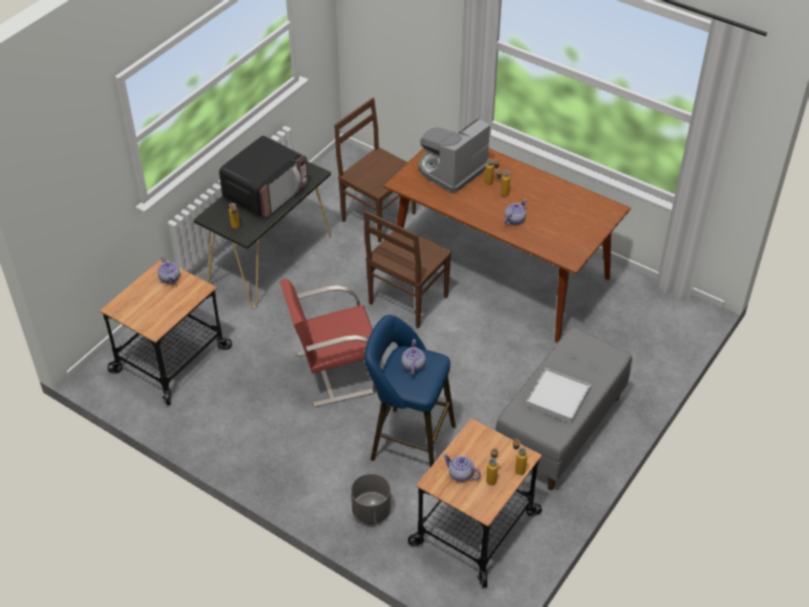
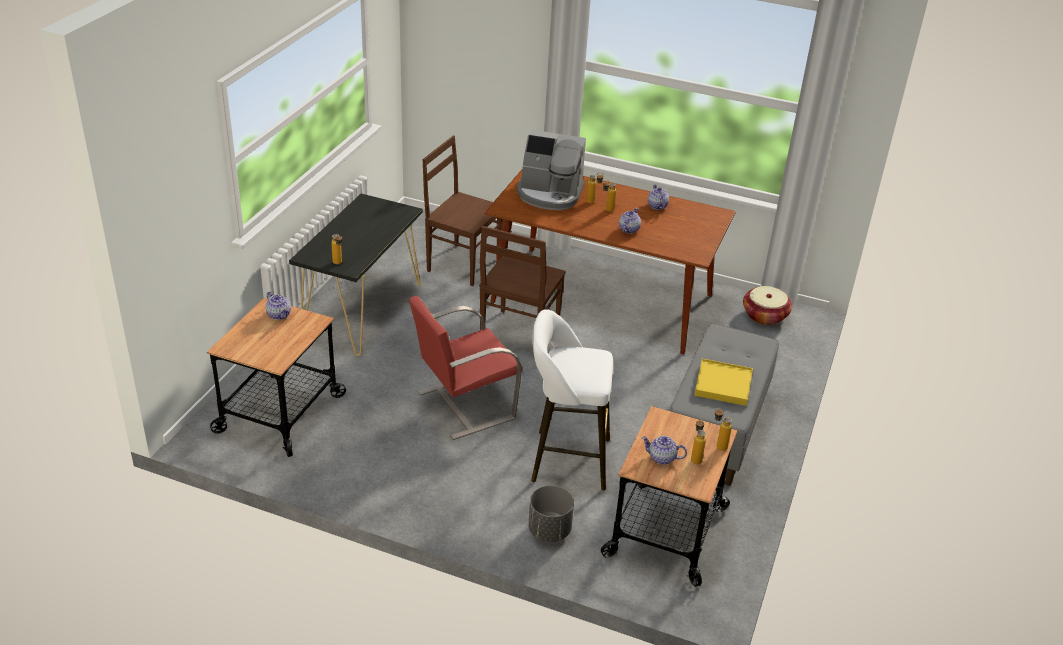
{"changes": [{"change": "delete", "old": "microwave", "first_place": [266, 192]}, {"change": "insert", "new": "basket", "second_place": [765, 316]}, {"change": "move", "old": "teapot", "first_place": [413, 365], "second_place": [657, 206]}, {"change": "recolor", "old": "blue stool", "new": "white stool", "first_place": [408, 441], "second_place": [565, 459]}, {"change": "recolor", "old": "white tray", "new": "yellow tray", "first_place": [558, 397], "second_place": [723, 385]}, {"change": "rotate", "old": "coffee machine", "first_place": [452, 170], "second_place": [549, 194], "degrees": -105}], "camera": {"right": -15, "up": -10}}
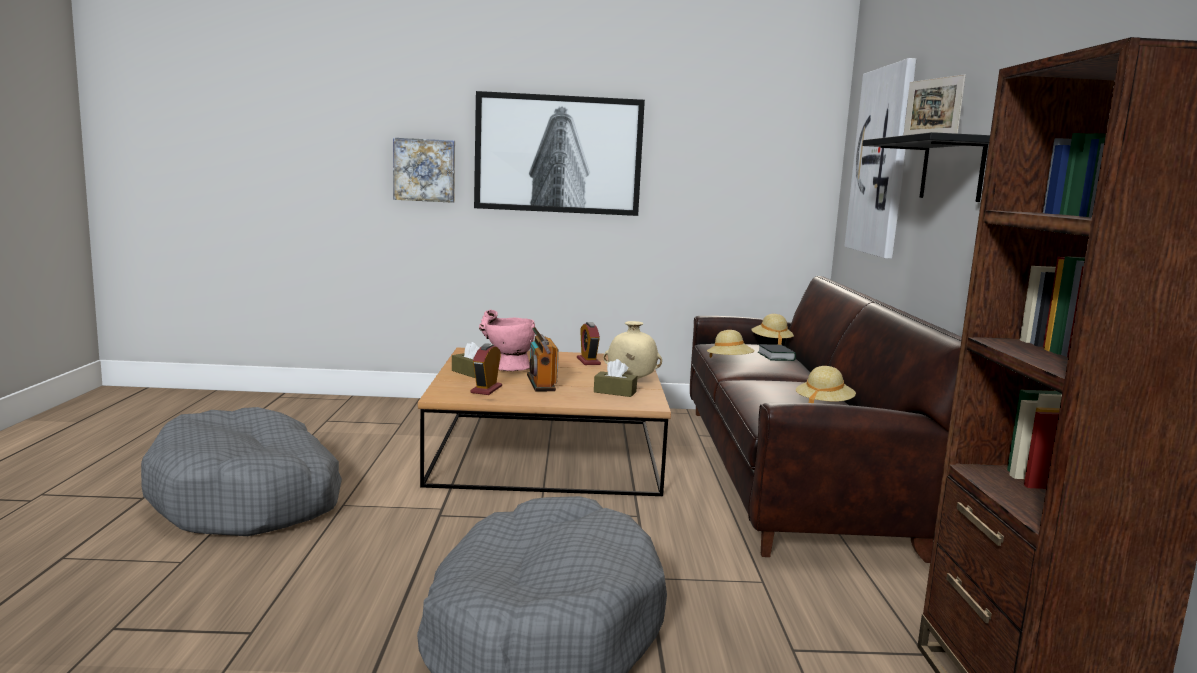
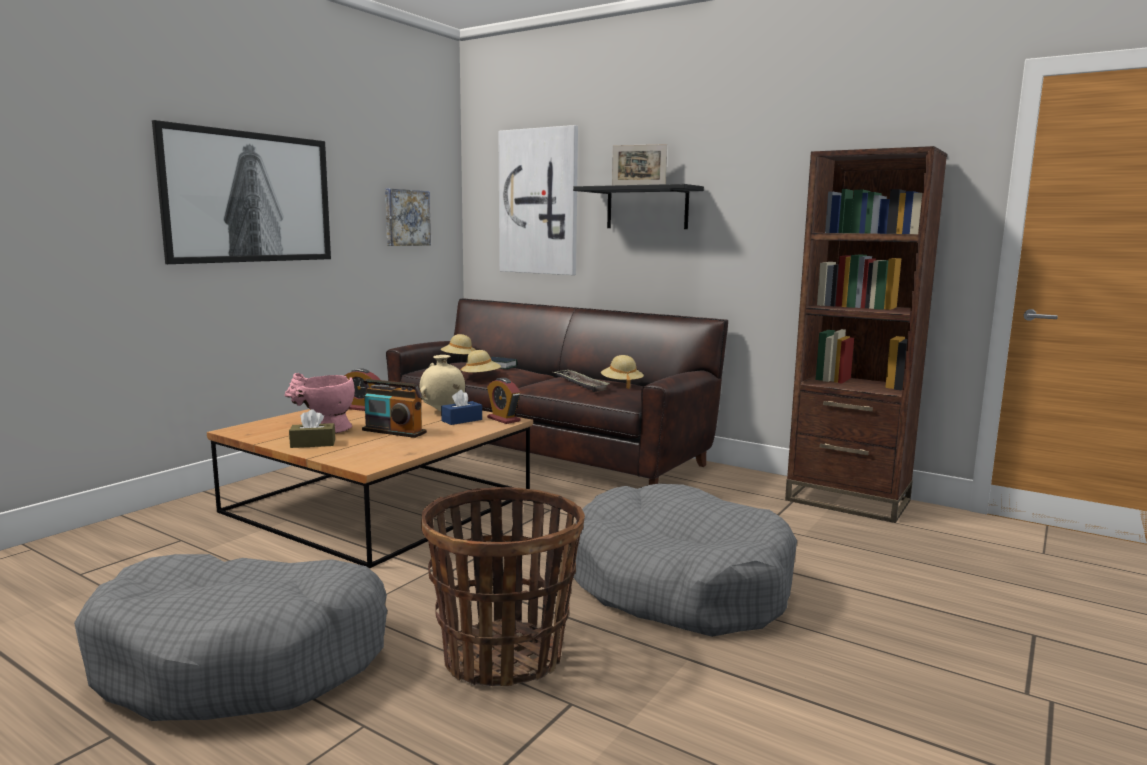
{"changes": [{"change": "insert", "new": "basket", "second_place": [503, 656]}, {"change": "insert", "new": "tray", "second_place": [580, 384]}, {"change": "move", "old": "picture", "first_place": [424, 170], "second_place": [406, 218]}, {"change": "move", "old": "alarm clock", "first_place": [486, 389], "second_place": [503, 419]}, {"change": "recolor", "old": "brown tissue box", "new": "blue tissue box", "first_place": [615, 392], "second_place": [462, 420]}], "camera": {"right": -55, "up": 0}}
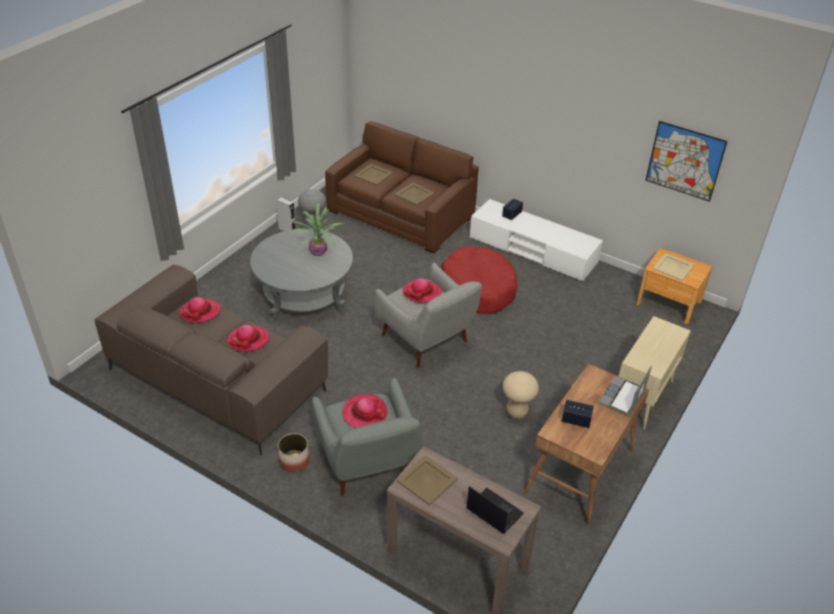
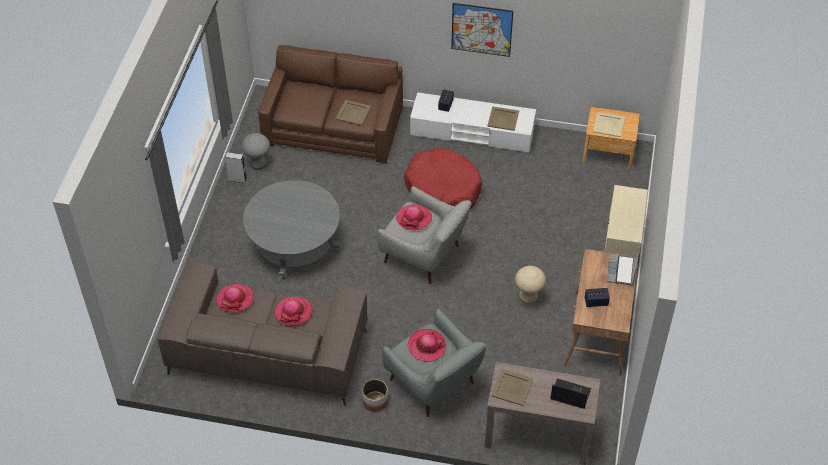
{"changes": [{"change": "delete", "old": "potted plant", "first_place": [319, 252]}, {"change": "move", "old": "beige tray", "first_place": [374, 175], "second_place": [503, 118]}, {"change": "move", "old": "picture", "first_place": [685, 161], "second_place": [481, 29]}], "camera": {"right": -20, "up": 10}}
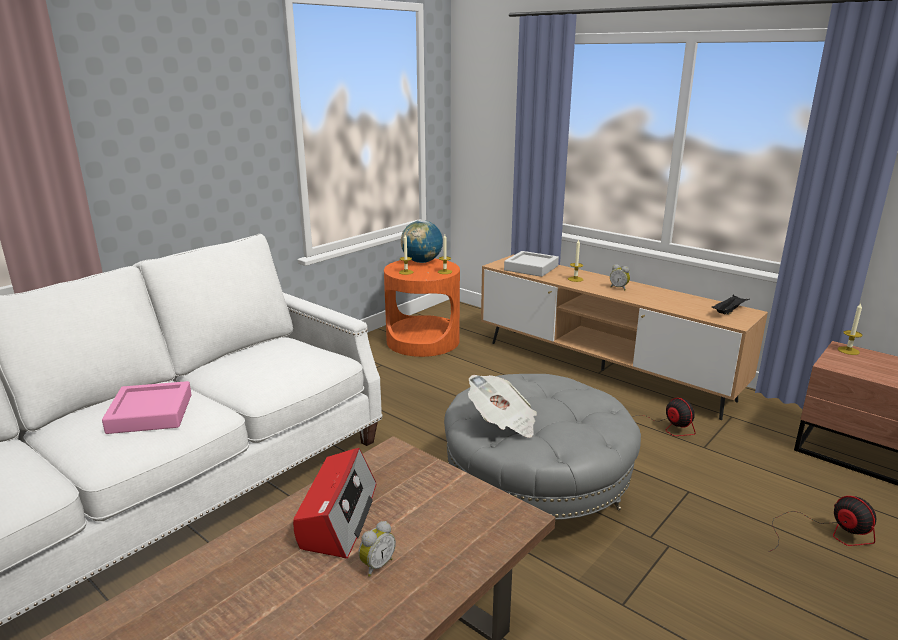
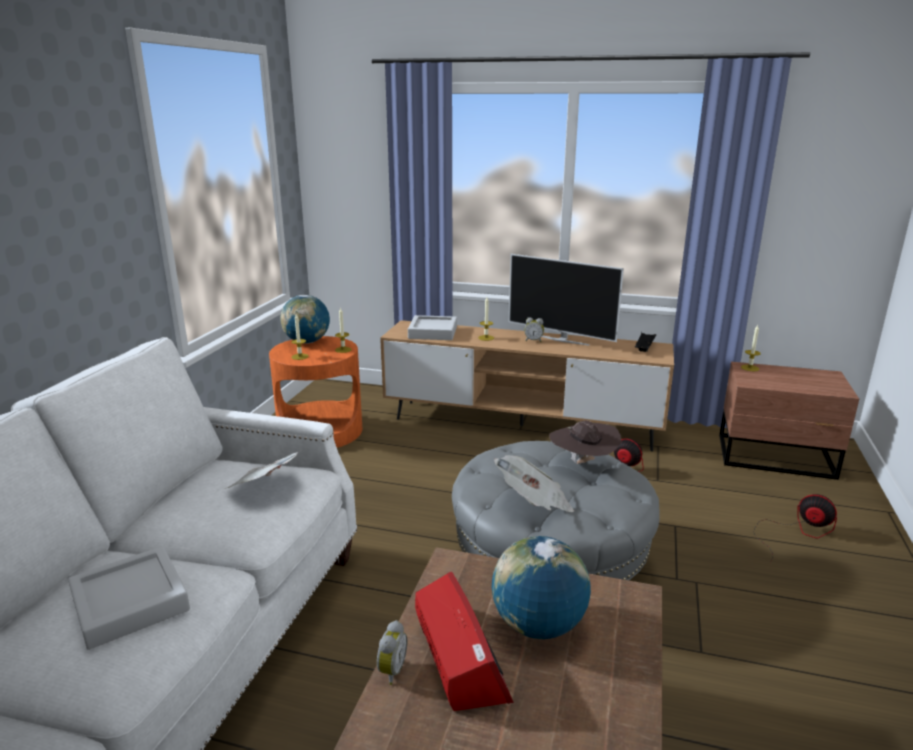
{"changes": [{"change": "insert", "new": "newspaper", "second_place": [266, 487]}, {"change": "insert", "new": "globe", "second_place": [538, 625]}, {"change": "insert", "new": "television", "second_place": [562, 339]}, {"change": "insert", "new": "brown hat", "second_place": [583, 463]}, {"change": "move", "old": "alarm clock", "first_place": [376, 565], "second_place": [390, 671]}, {"change": "recolor", "old": "pink tray", "new": "grey tray", "first_place": [150, 413], "second_place": [130, 603]}], "camera": {"right": -25, "up": 0}}
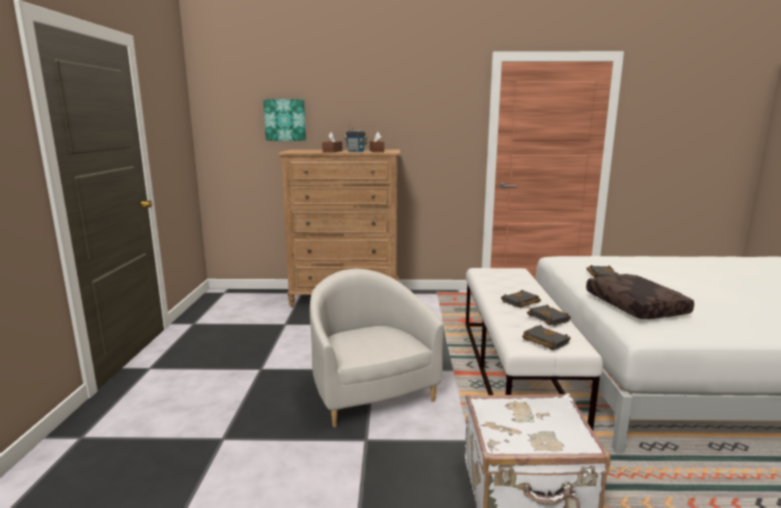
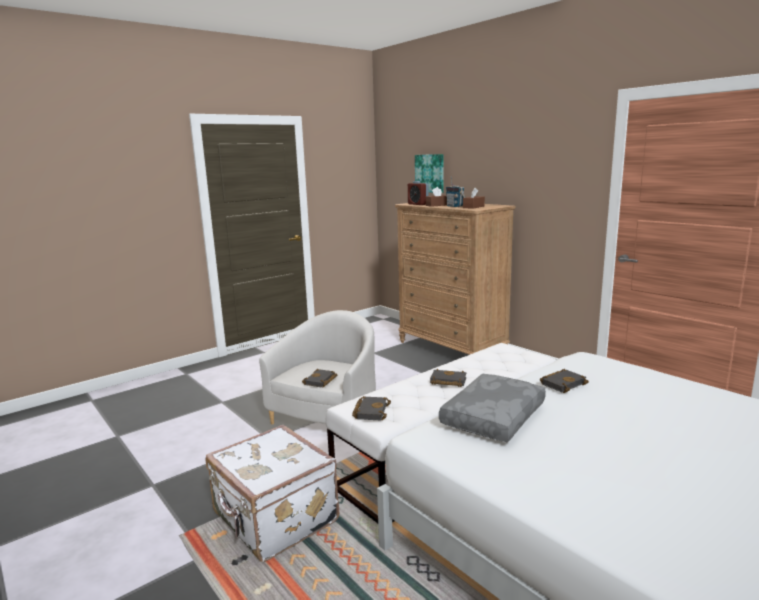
{"changes": [{"change": "insert", "new": "alarm clock", "second_place": [418, 204]}, {"change": "move", "old": "black book", "first_place": [550, 318], "second_place": [320, 381]}, {"change": "recolor", "old": "brown pillow", "new": "grey pillow", "first_place": [633, 306], "second_place": [492, 416]}], "camera": {"right": 50, "up": 0}}
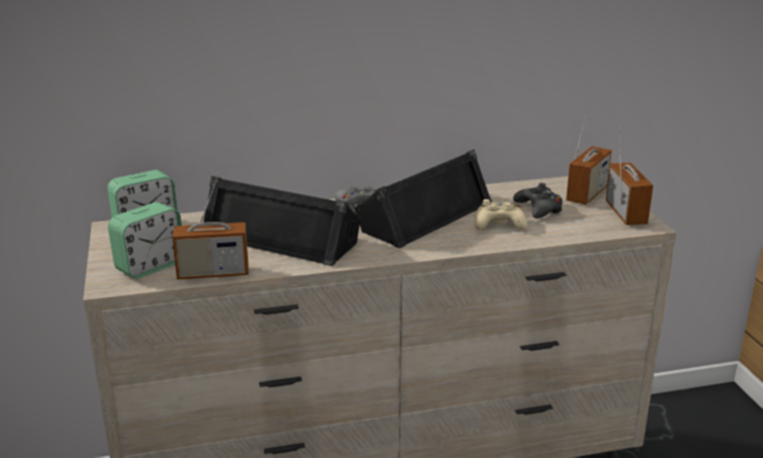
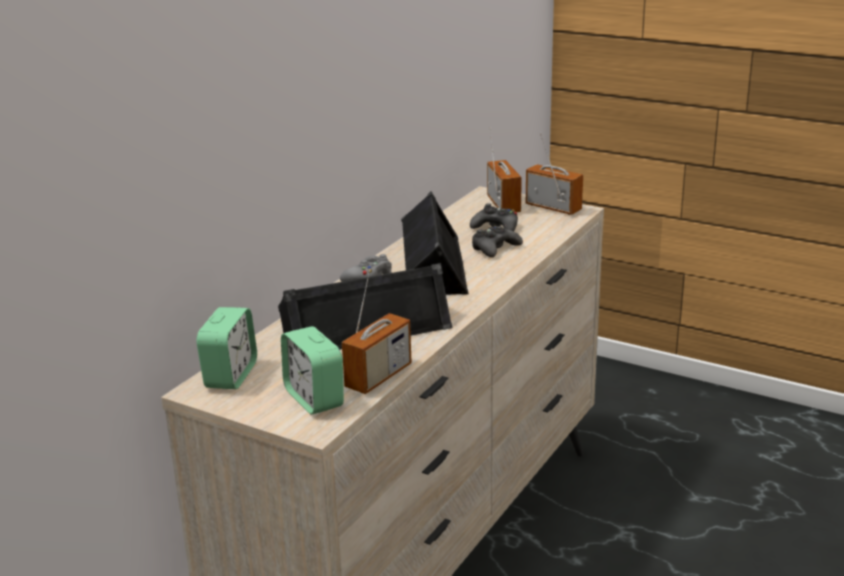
{"changes": [{"change": "recolor", "old": "beige game controller", "new": "black game controller", "first_place": [499, 224], "second_place": [495, 248]}, {"change": "rotate", "old": "alarm clock", "first_place": [150, 266], "second_place": [314, 398], "degrees": 150}], "camera": {"right": -45, "up": 0}}
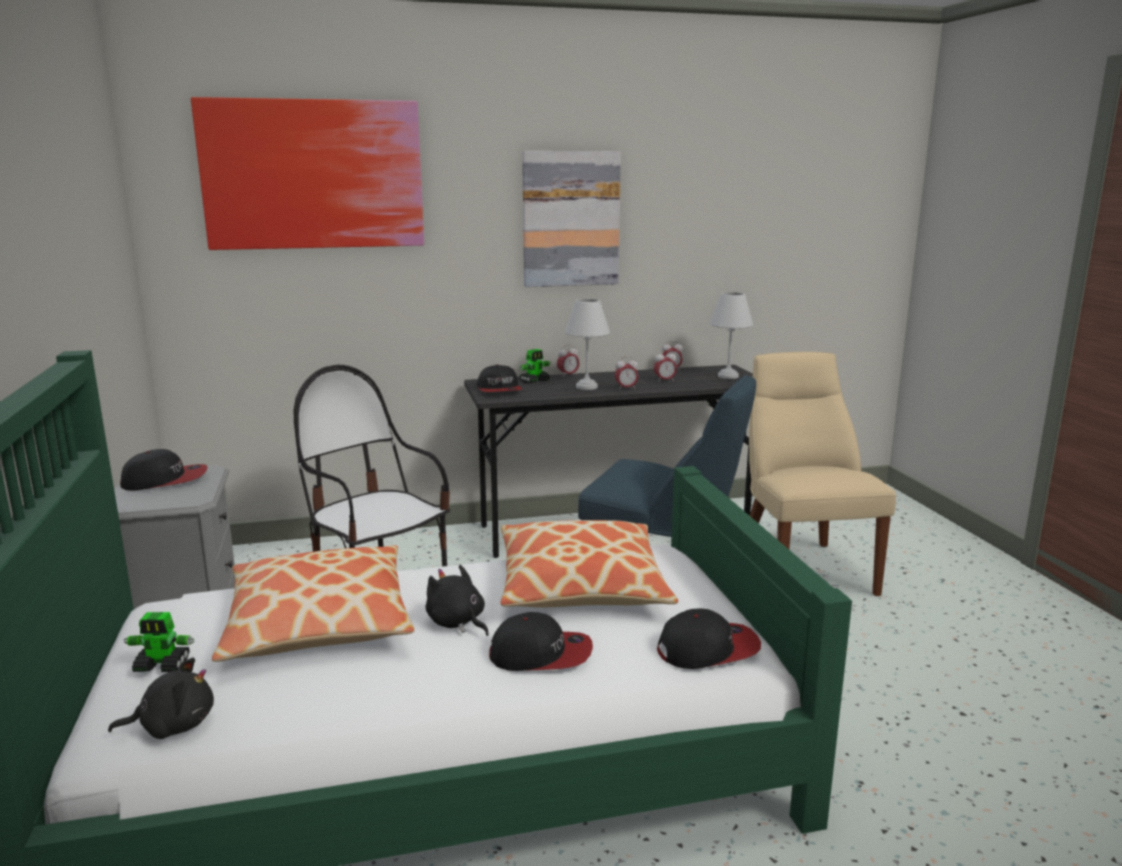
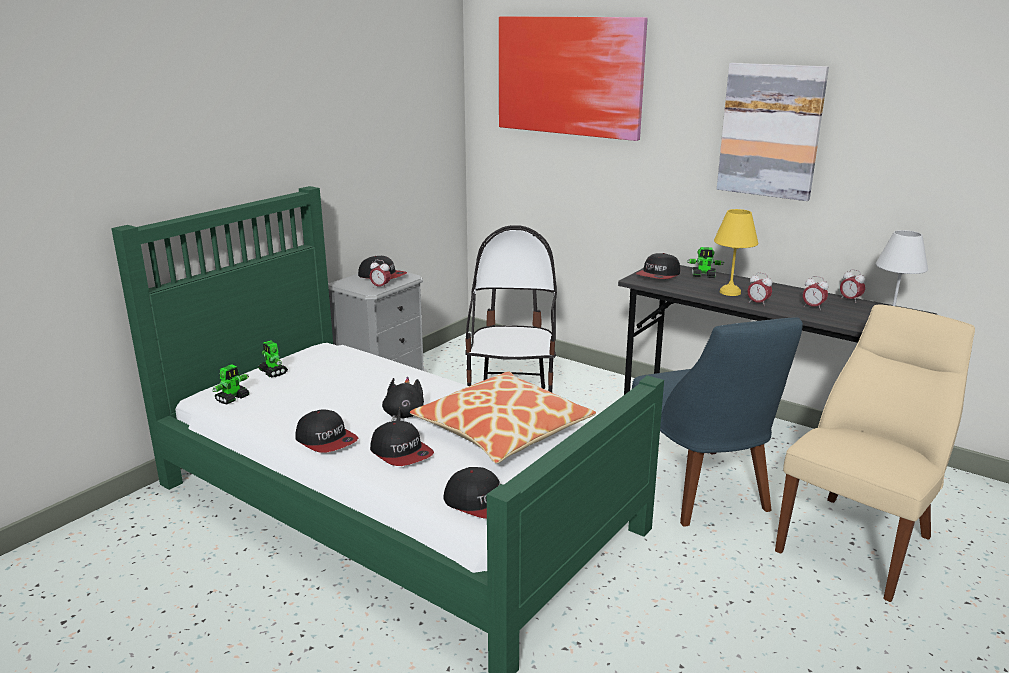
{"changes": [{"change": "delete", "old": "pillow", "first_place": [318, 622]}, {"change": "insert", "new": "cap", "second_place": [326, 440]}, {"change": "move", "old": "alarm clock", "first_place": [568, 375], "second_place": [380, 287]}, {"change": "replace", "old": "black plush toy", "new": "toy robot", "first_place": [173, 726], "second_place": [233, 398]}, {"change": "recolor", "old": "white table lamp", "new": "yellow table lamp", "first_place": [586, 386], "second_place": [730, 292]}], "camera": {"right": 50, "up": 5}}
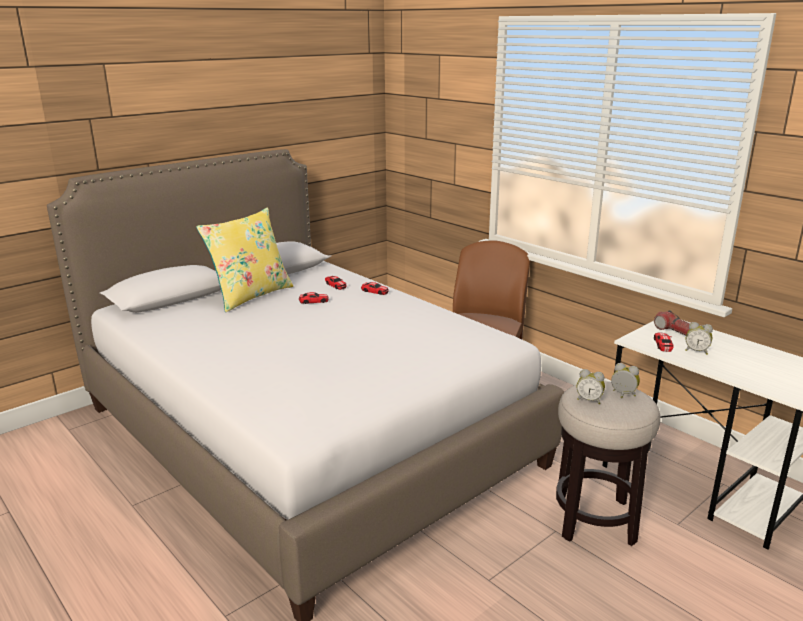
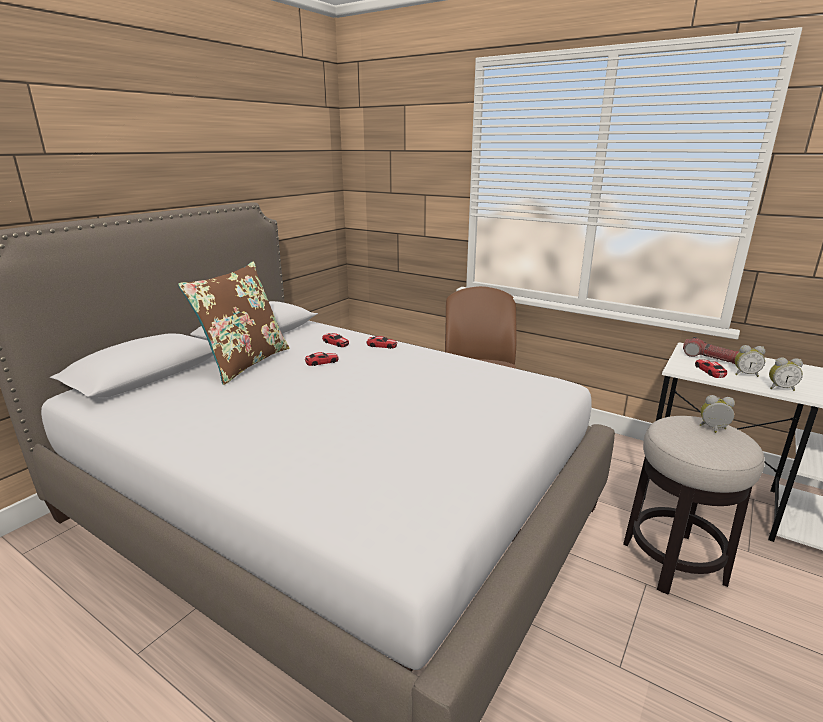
{"changes": [{"change": "move", "old": "alarm clock", "first_place": [589, 400], "second_place": [780, 388]}, {"change": "recolor", "old": "yellow pillow", "new": "brown pillow", "first_place": [250, 295], "second_place": [245, 363]}], "camera": {"right": -15, "up": 0}}
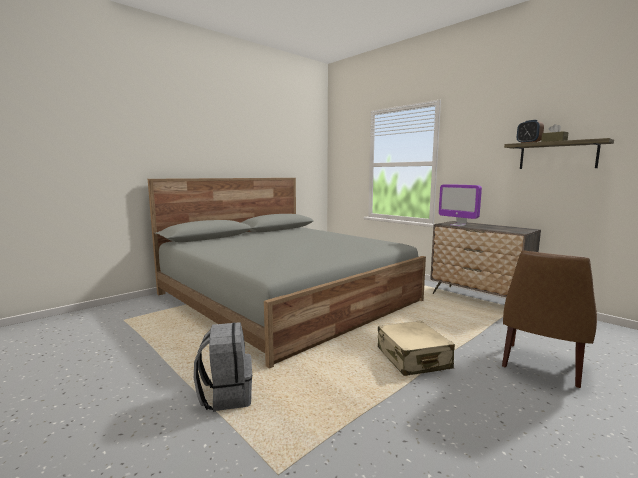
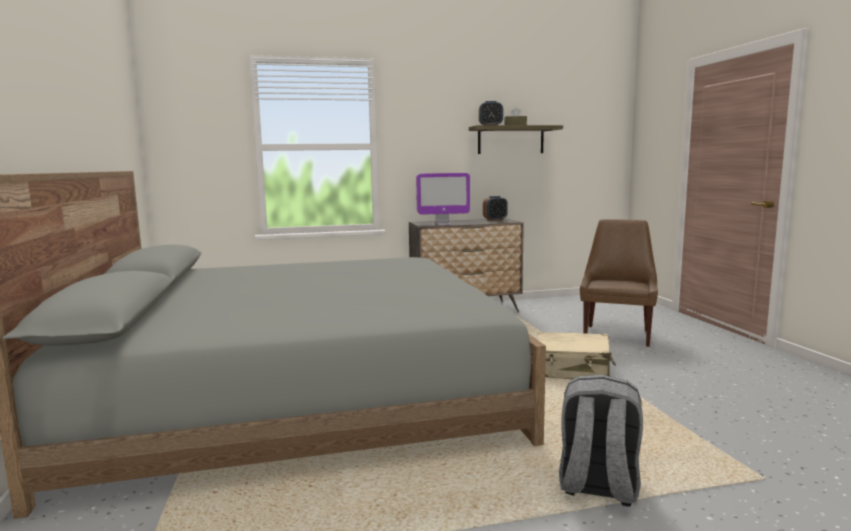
{"changes": [{"change": "insert", "new": "alarm clock", "second_place": [495, 220]}, {"change": "rotate", "old": "brown chair", "first_place": [541, 366], "second_place": [617, 335], "degrees": -135}], "camera": {"right": -60, "up": 0}}
